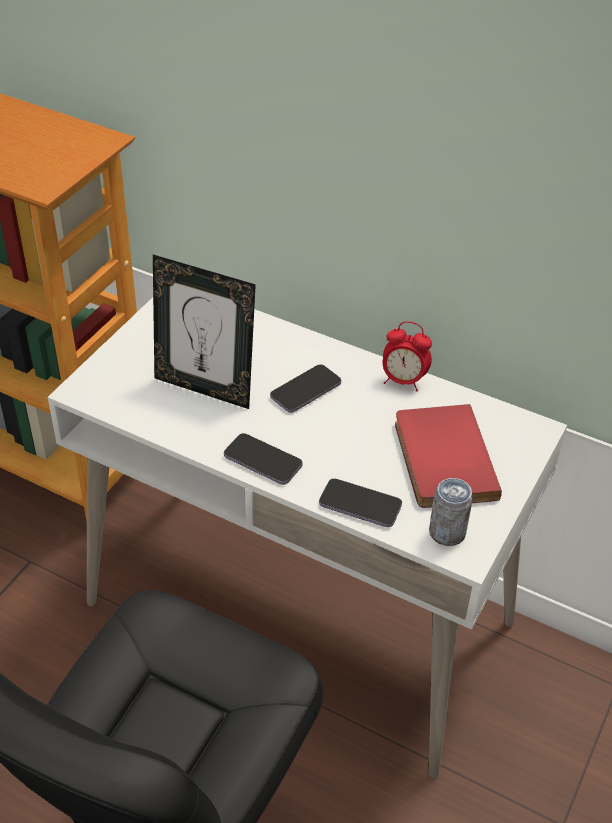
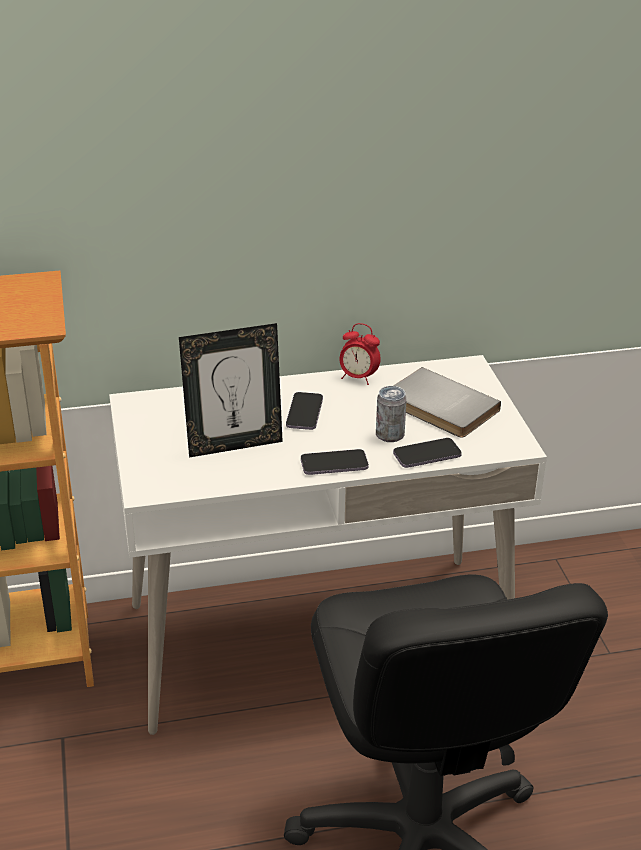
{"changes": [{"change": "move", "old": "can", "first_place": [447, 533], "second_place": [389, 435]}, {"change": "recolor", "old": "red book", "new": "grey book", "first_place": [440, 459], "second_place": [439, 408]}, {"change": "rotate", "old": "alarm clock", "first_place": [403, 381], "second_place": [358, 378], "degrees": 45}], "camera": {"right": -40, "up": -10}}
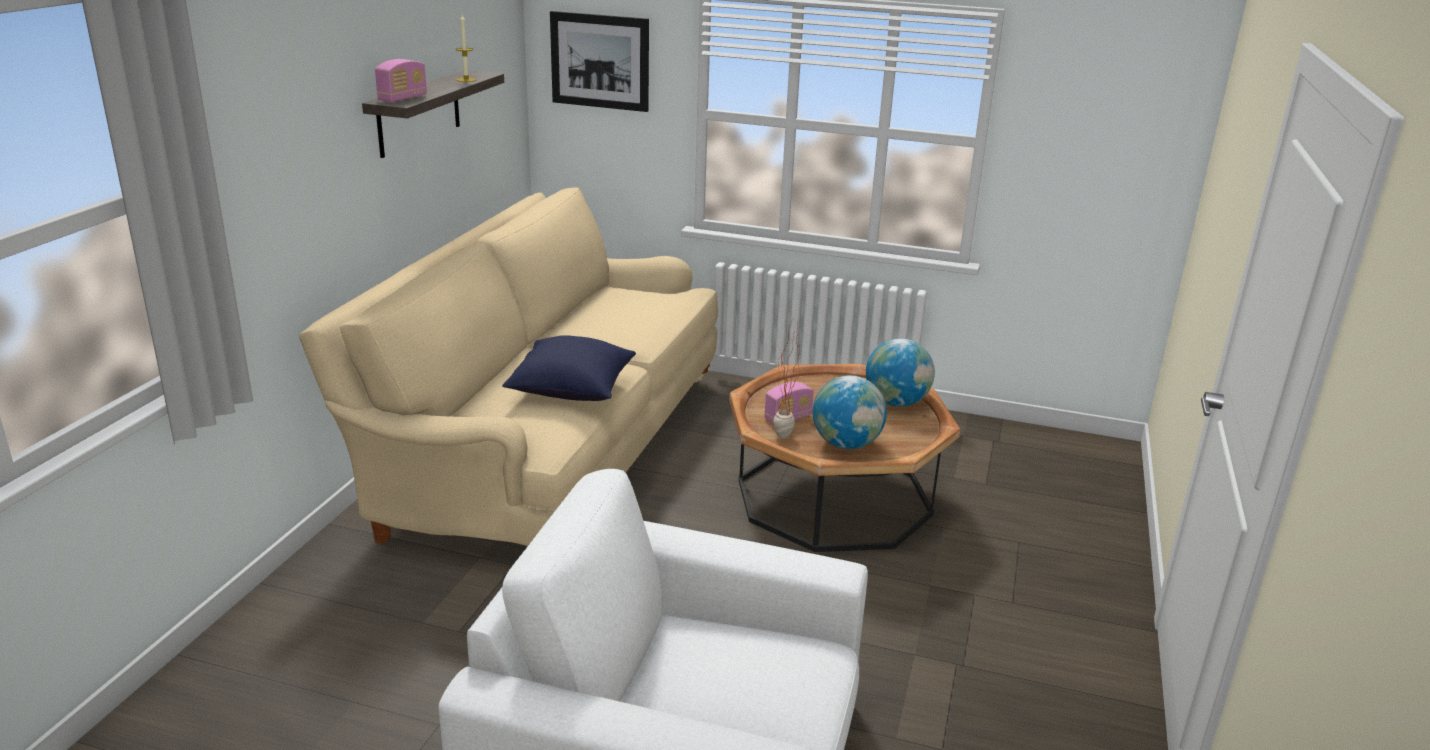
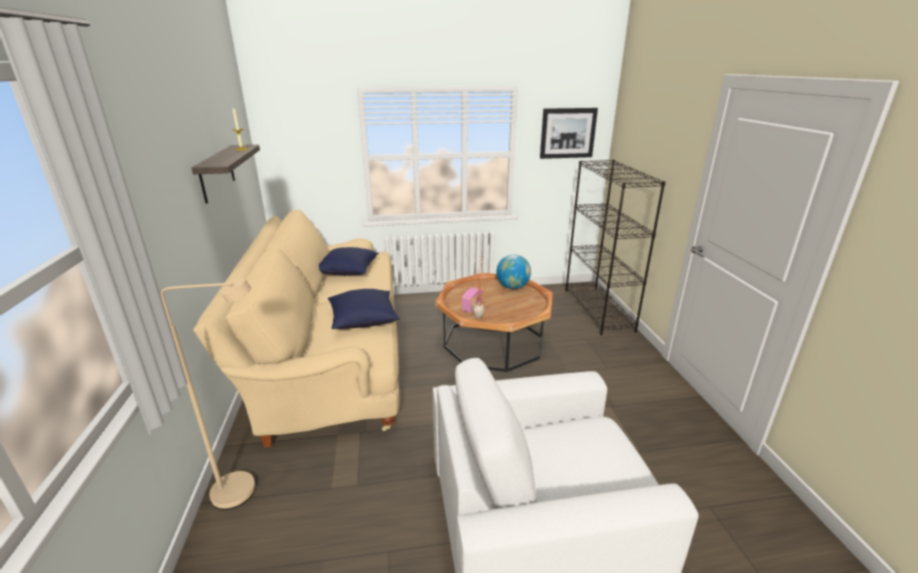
{"changes": [{"change": "delete", "old": "radio", "first_place": [403, 98]}, {"change": "delete", "old": "globe", "first_place": [846, 444]}, {"change": "insert", "new": "beige floor lamp", "second_place": [246, 490]}, {"change": "insert", "new": "blue pillow", "second_place": [348, 272]}, {"change": "insert", "new": "black bookcase", "second_place": [598, 310]}, {"change": "move", "old": "picture", "first_place": [600, 61], "second_place": [568, 133]}], "camera": {"right": -25, "up": 0}}
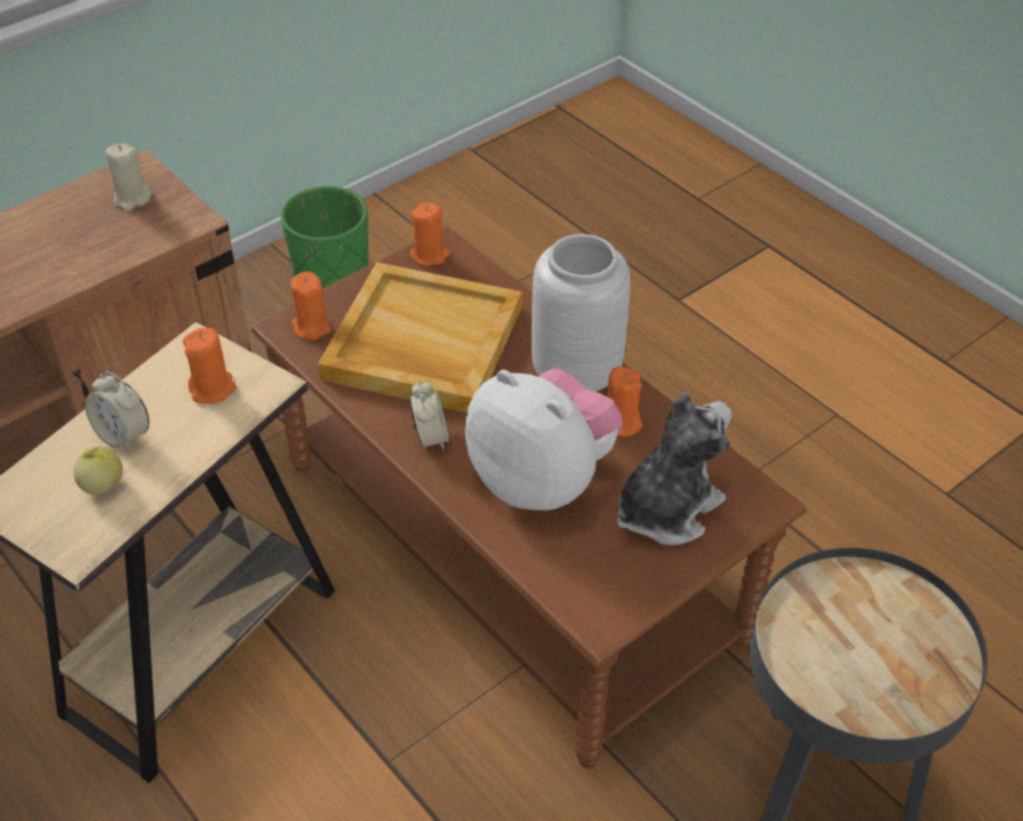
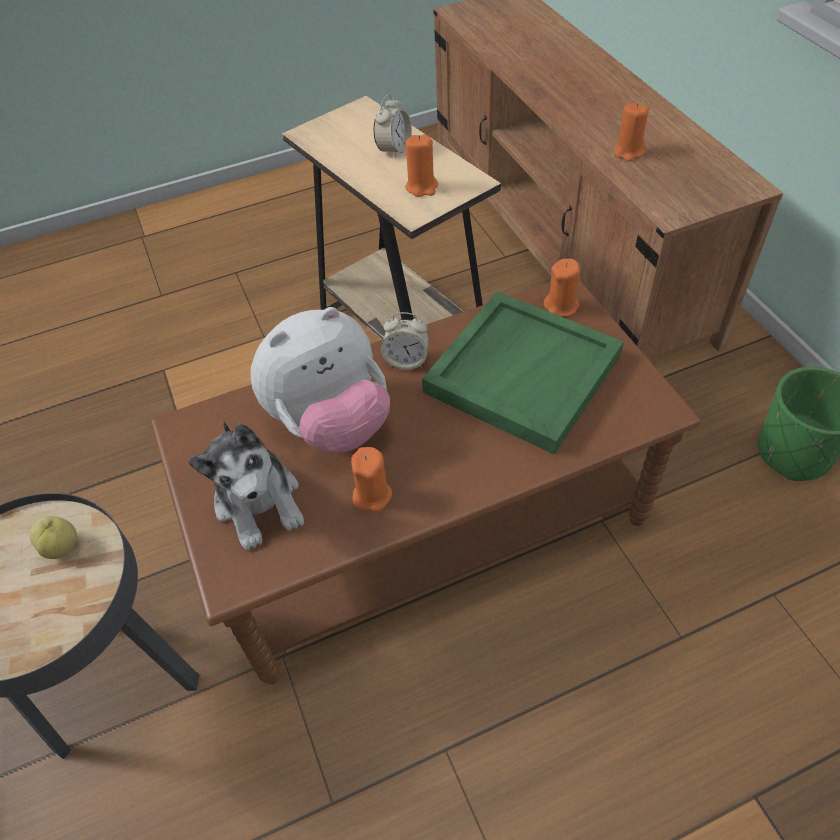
{"changes": [{"change": "delete", "old": "beige candle", "first_place": [132, 198]}, {"change": "delete", "old": "grey vase", "first_place": [574, 373]}, {"change": "move", "old": "apple", "first_place": [102, 485], "second_place": [62, 546]}, {"change": "move", "old": "orange candle", "first_place": [430, 255], "second_place": [628, 152]}, {"change": "recolor", "old": "beige tray", "new": "green tray", "first_place": [421, 343], "second_place": [522, 372]}, {"change": "rotate", "old": "alarm clock", "first_place": [123, 435], "second_place": [394, 149], "degrees": 150}], "camera": {"right": 110, "up": 5}}
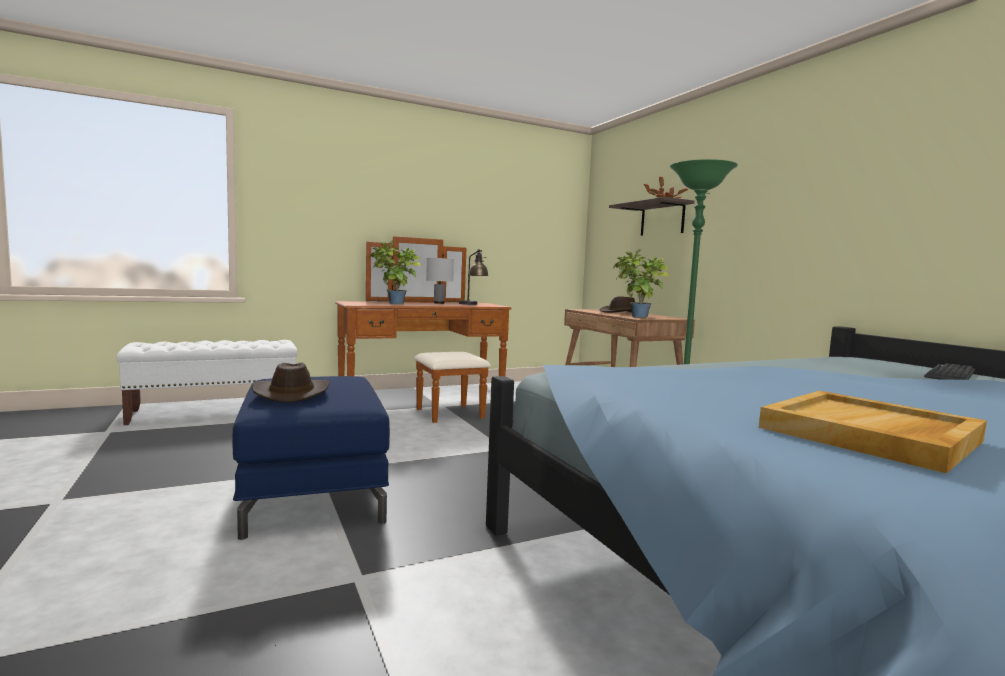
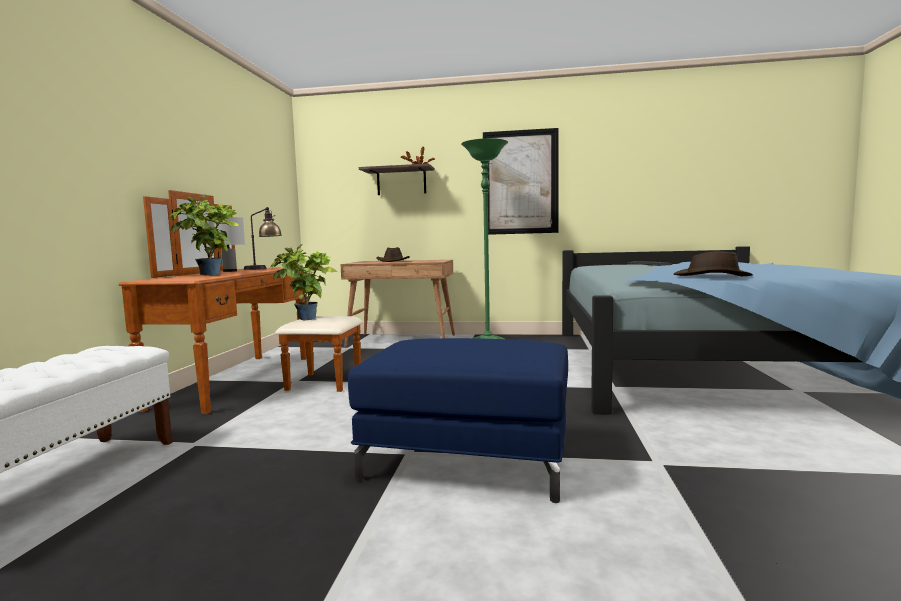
{"changes": [{"change": "delete", "old": "beige tray", "first_place": [870, 435]}, {"change": "insert", "new": "picture", "second_place": [520, 182]}, {"change": "move", "old": "brown hat", "first_place": [291, 393], "second_place": [712, 276]}, {"change": "move", "old": "potted plant", "first_place": [636, 317], "second_place": [305, 320]}], "camera": {"right": -55, "up": 0}}
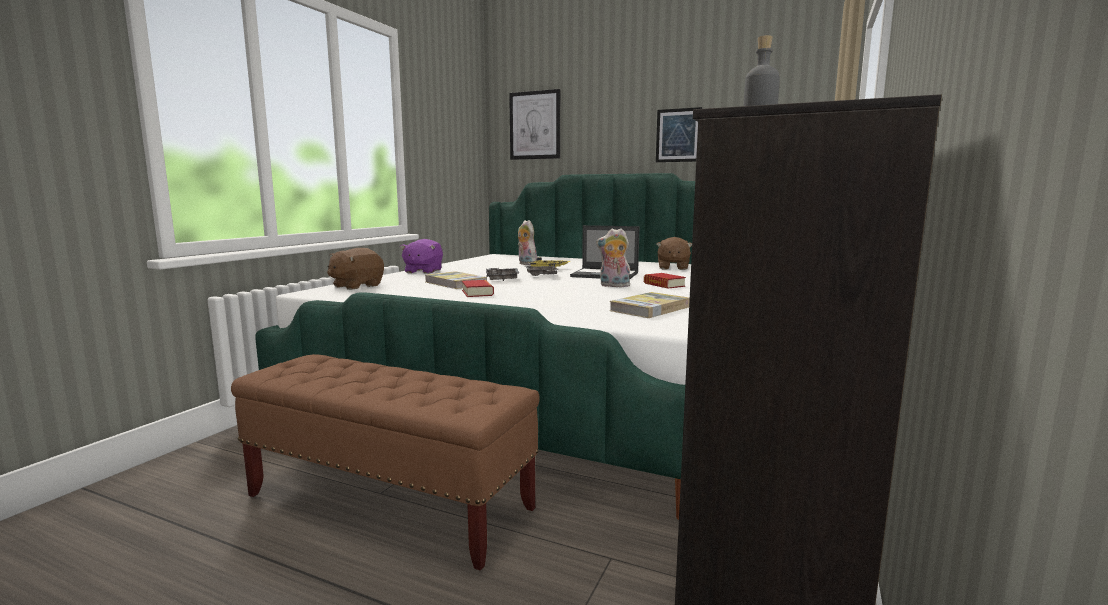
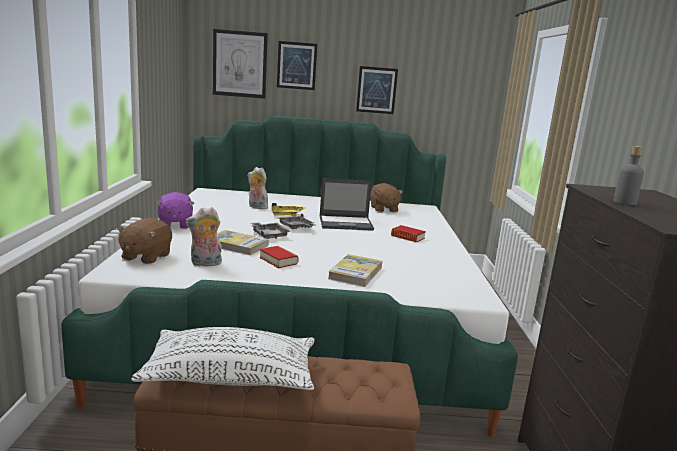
{"changes": [{"change": "insert", "new": "white pillow", "second_place": [231, 377]}, {"change": "insert", "new": "picture", "second_place": [296, 65]}, {"change": "move", "old": "plush toy", "first_place": [613, 286], "second_place": [205, 264]}, {"change": "move", "old": "book", "first_place": [650, 309], "second_place": [355, 273]}], "camera": {"right": -25, "up": 5}}
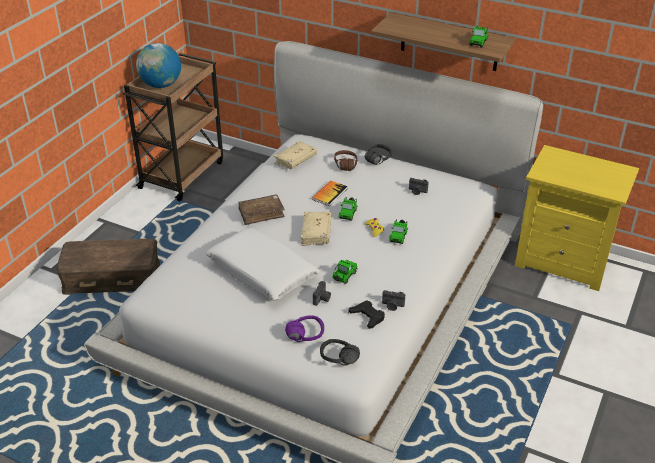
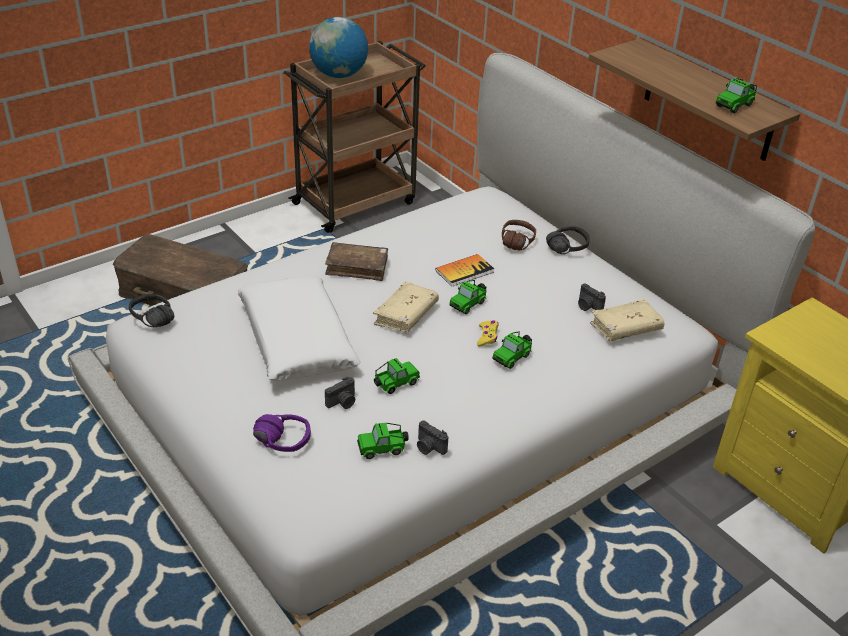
{"changes": [{"change": "move", "old": "beige book", "first_place": [295, 160], "second_place": [625, 328]}, {"change": "move", "old": "black headphones", "first_place": [337, 362], "second_place": [147, 321]}, {"change": "replace", "old": "black game controller", "new": "toy car", "first_place": [367, 316], "second_place": [383, 449]}], "camera": {"right": 25, "up": 0}}
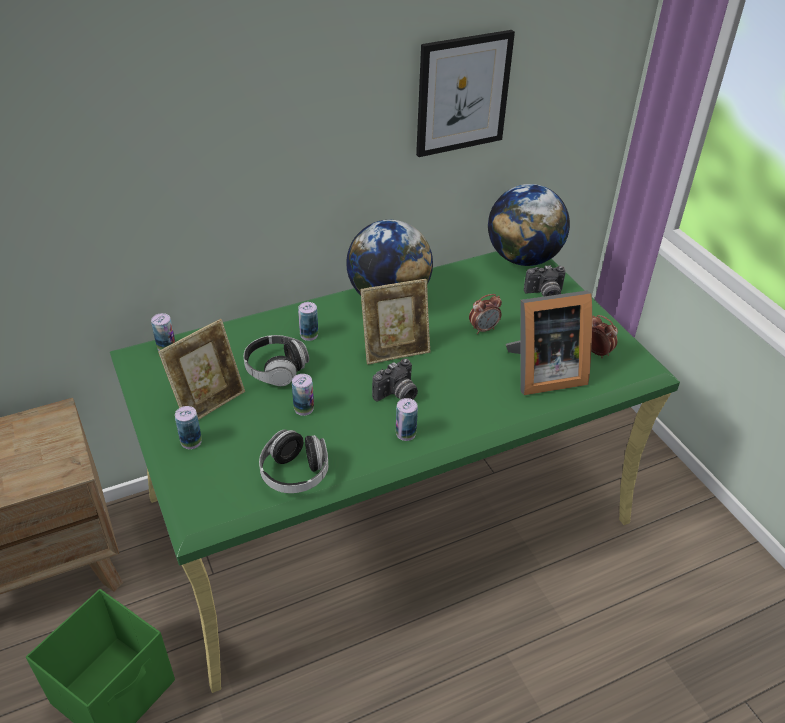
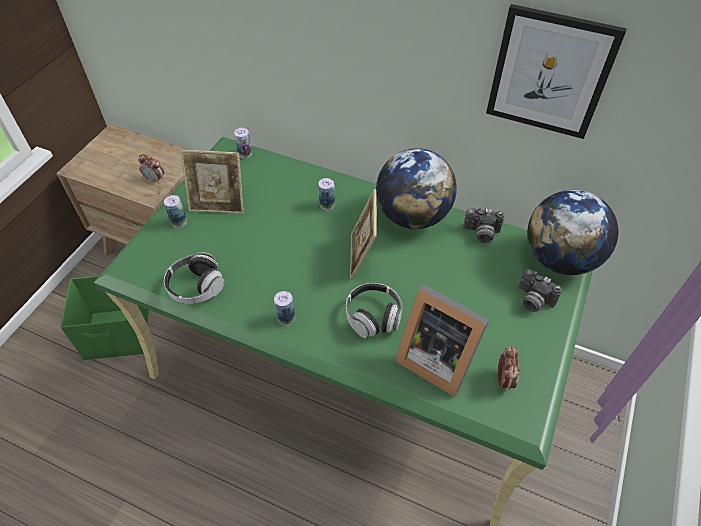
{"changes": [{"change": "delete", "old": "can", "first_place": [304, 408]}, {"change": "move", "old": "headphones", "first_place": [276, 370], "second_place": [373, 317]}, {"change": "move", "old": "photo camera", "first_place": [397, 395], "second_place": [481, 234]}, {"change": "move", "old": "alarm clock", "first_place": [483, 329], "second_place": [155, 179]}, {"change": "rotate", "old": "picture frame", "first_place": [395, 350], "second_place": [362, 257], "degrees": 60}], "camera": {"right": 50, "up": 10}}
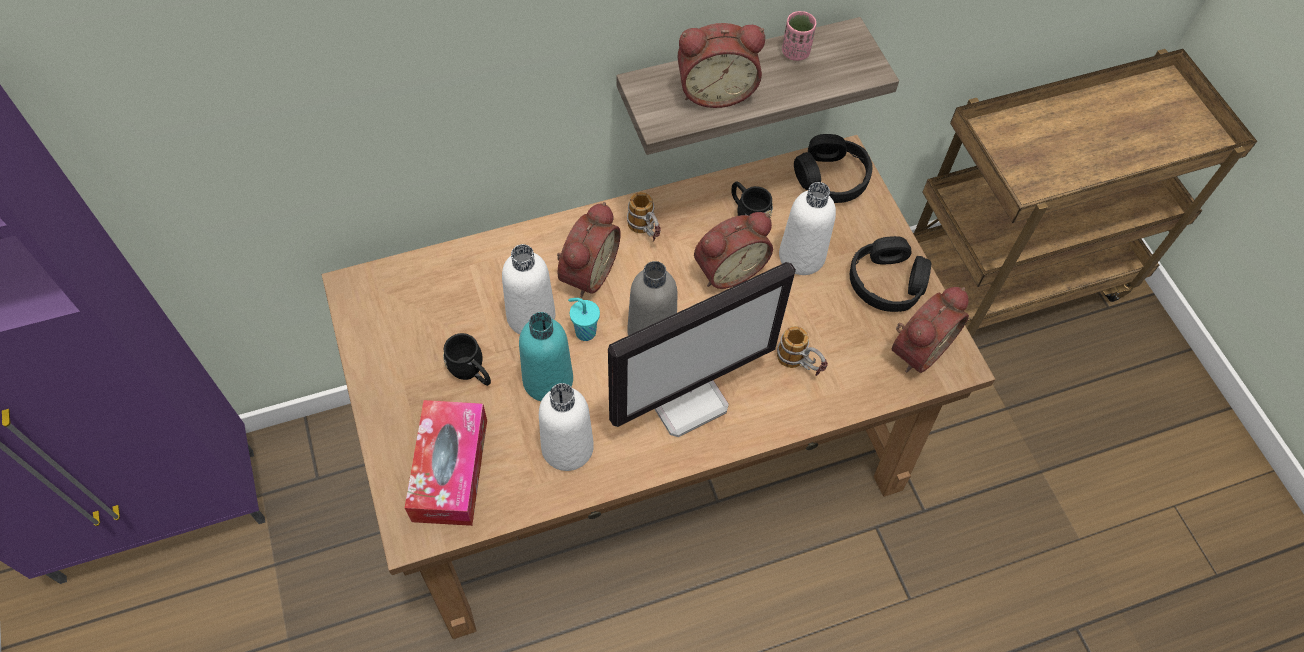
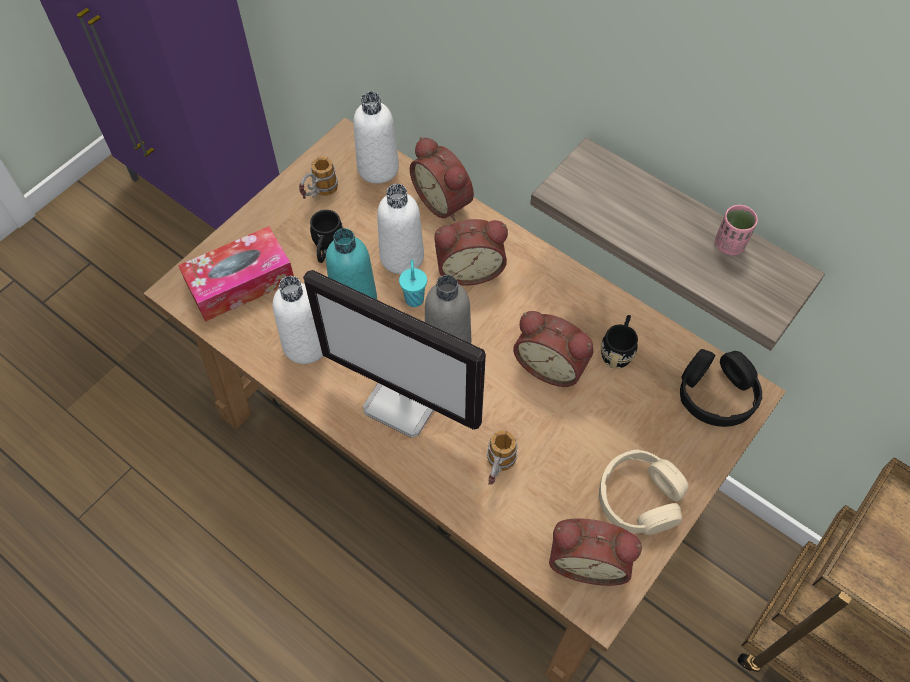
{"changes": [{"change": "move", "old": "mug", "first_place": [646, 232], "second_place": [319, 194]}, {"change": "move", "old": "alarm clock", "first_place": [715, 90], "second_place": [445, 201]}, {"change": "move", "old": "white bottle", "first_place": [801, 256], "second_place": [378, 168]}, {"change": "recolor", "old": "black headphones", "new": "beige headphones", "first_place": [887, 282], "second_place": [639, 498]}], "camera": {"right": 60, "up": 0}}
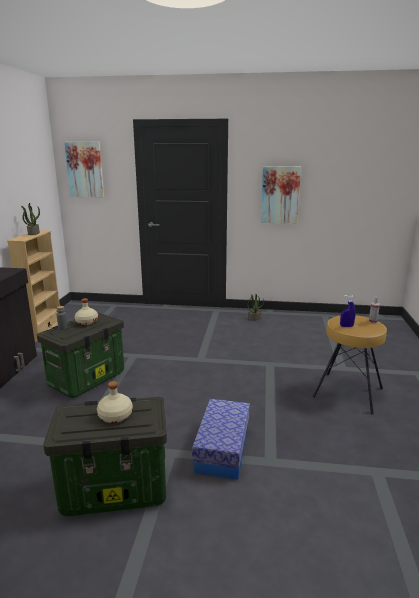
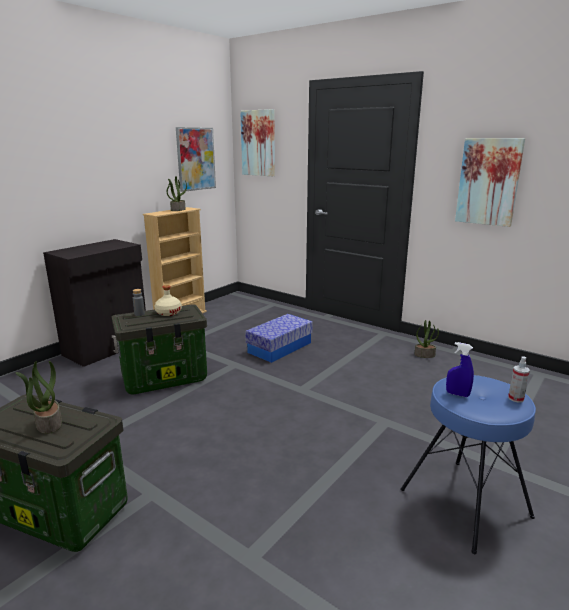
{"changes": [{"change": "insert", "new": "picture", "second_place": [195, 159]}, {"change": "move", "old": "storage box", "first_place": [222, 449], "second_place": [279, 347]}, {"change": "replace", "old": "beige bottle", "new": "potted plant", "first_place": [115, 416], "second_place": [48, 423]}, {"change": "recolor", "old": "brown stool", "new": "blue stool", "first_place": [348, 392], "second_place": [465, 502]}], "camera": {"right": 30, "up": 0}}
